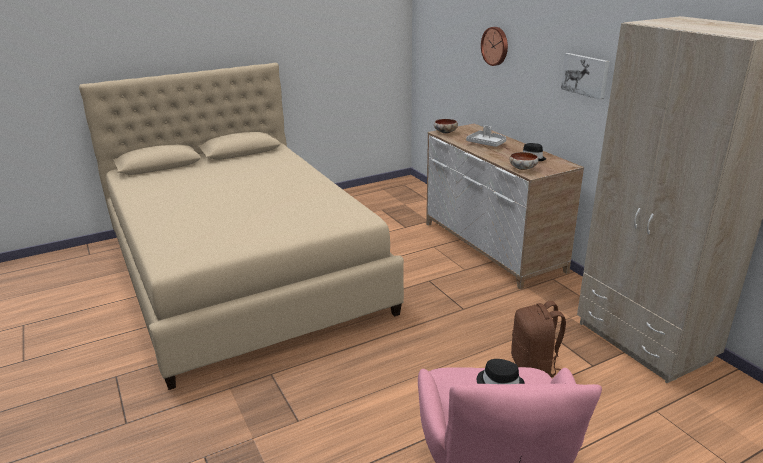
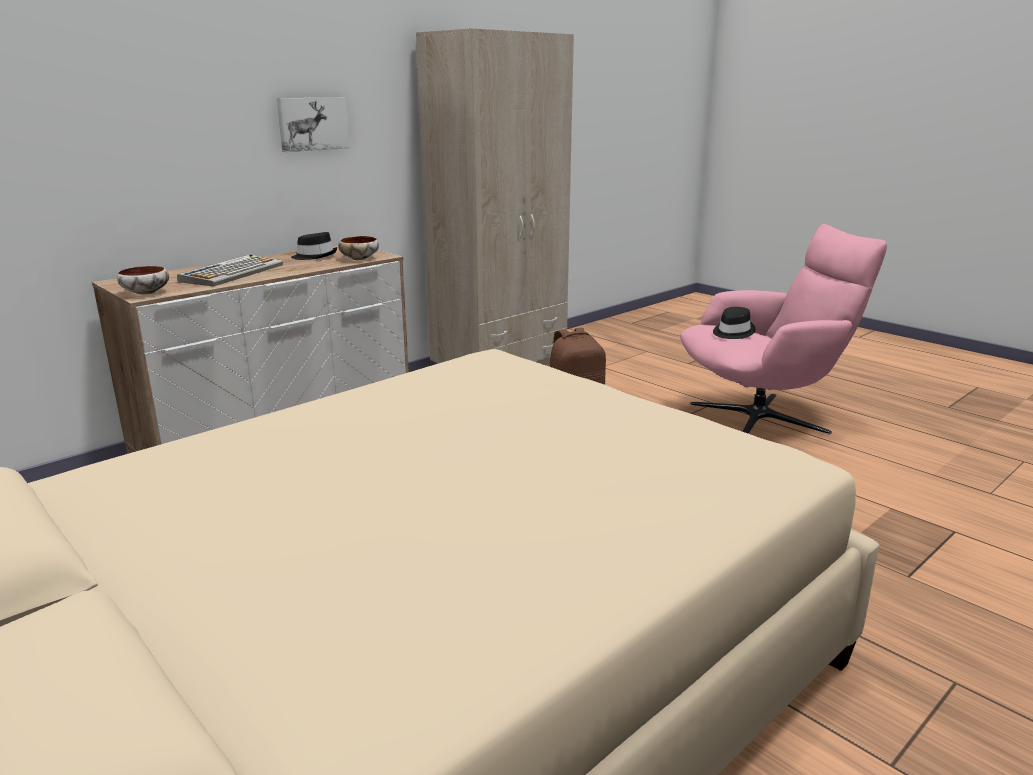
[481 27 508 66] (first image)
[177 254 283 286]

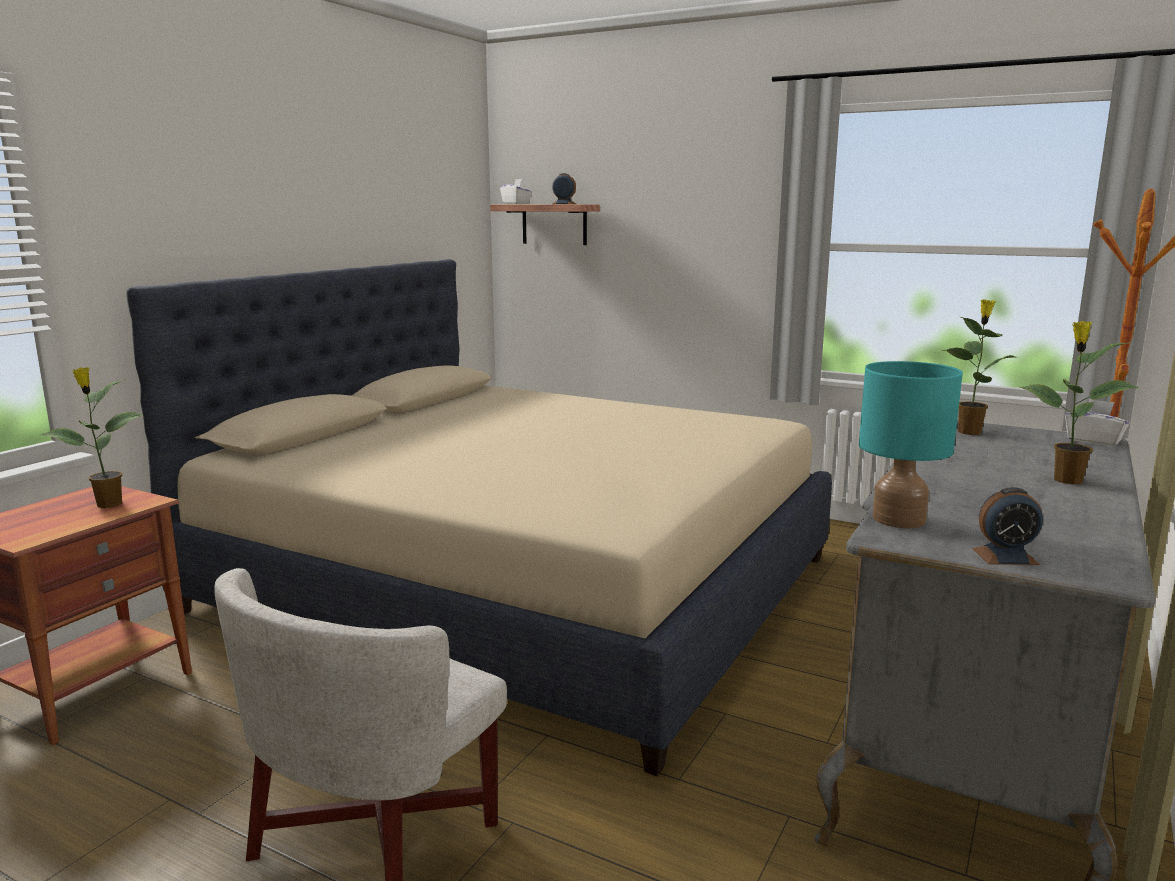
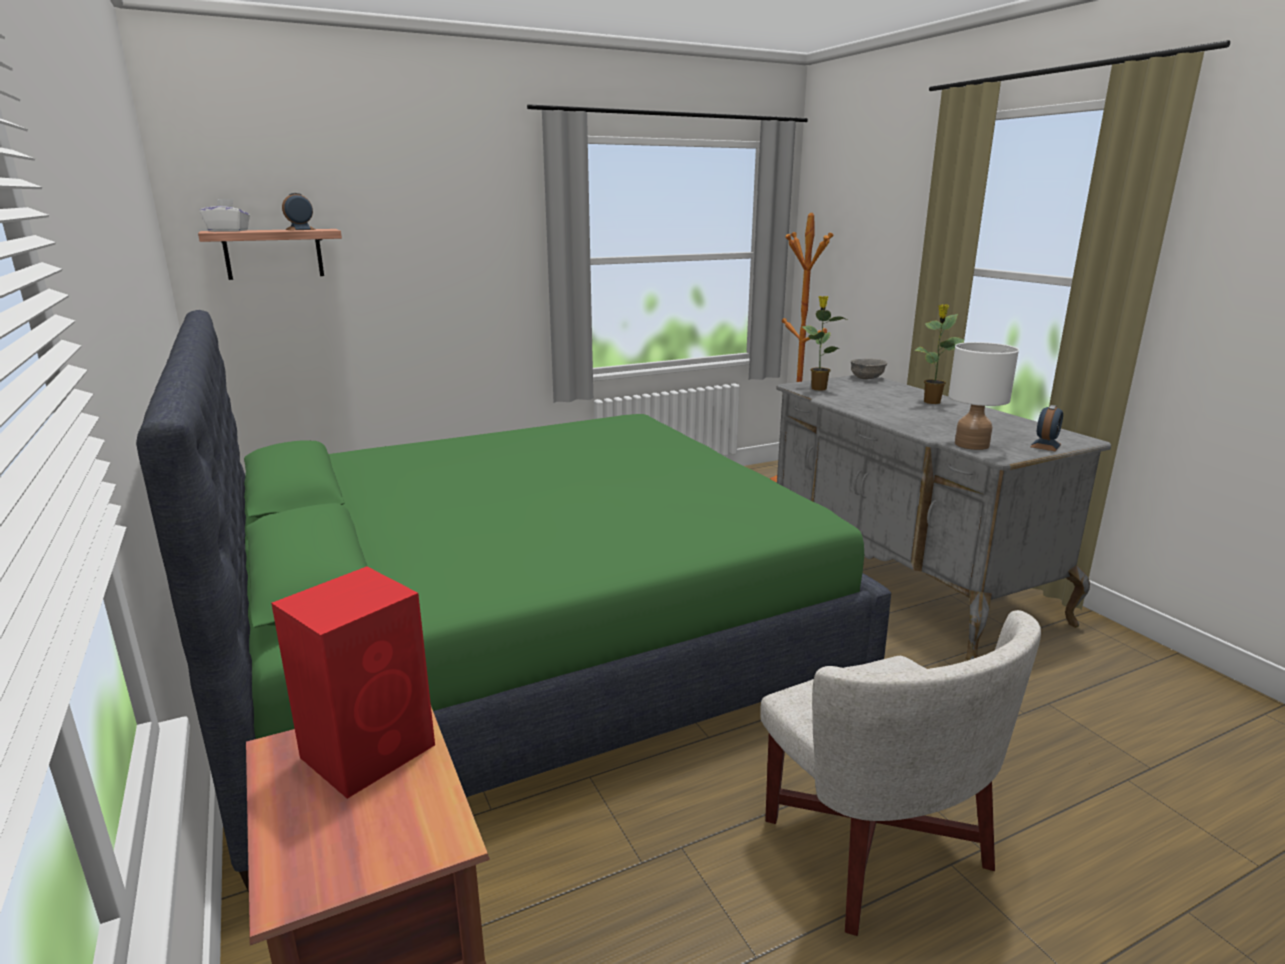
[136 310 891 893]
[948 342 1019 450]
[271 566 435 799]
[851 359 887 379]

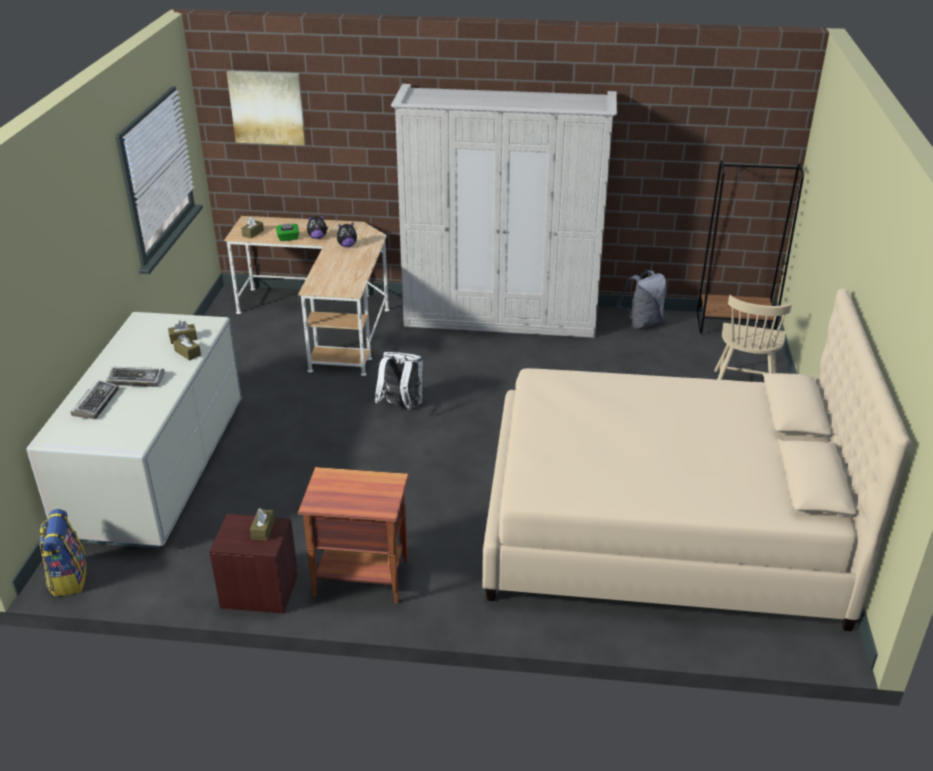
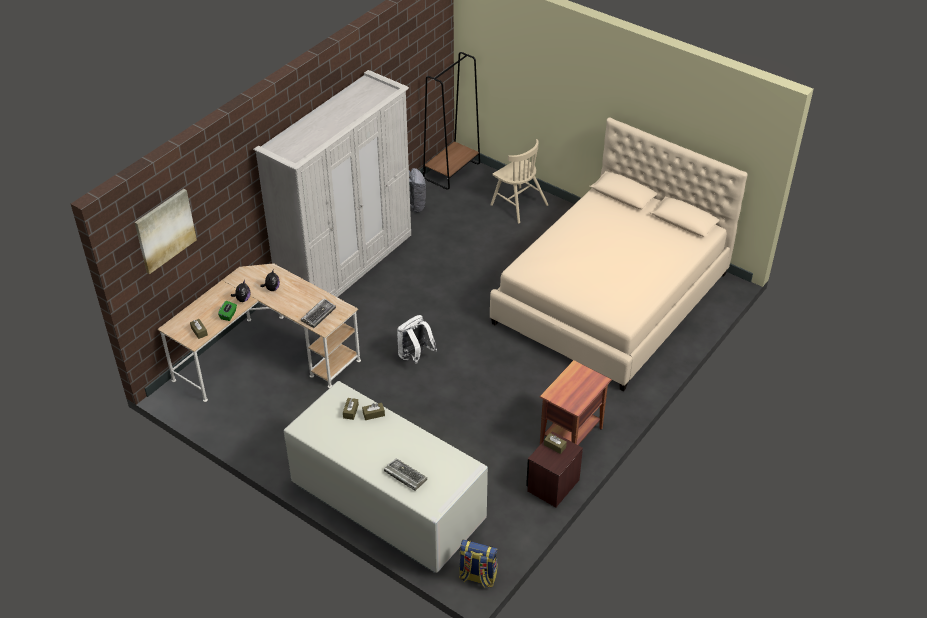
[301 299 336 328]

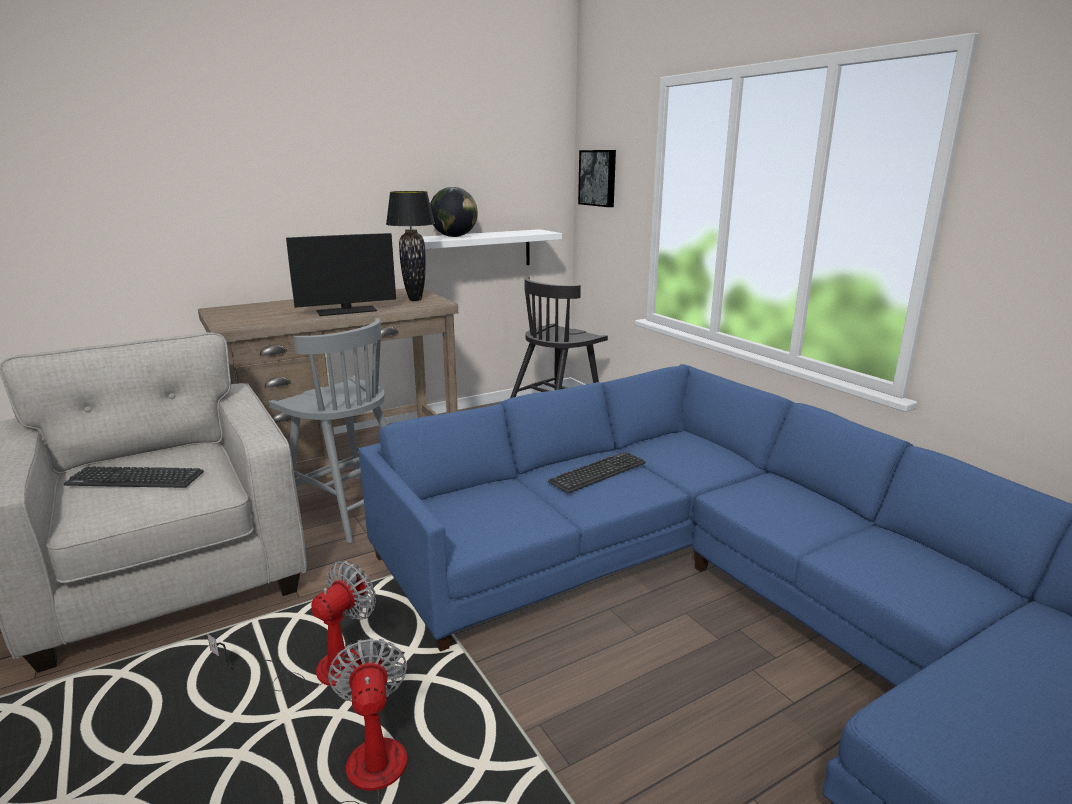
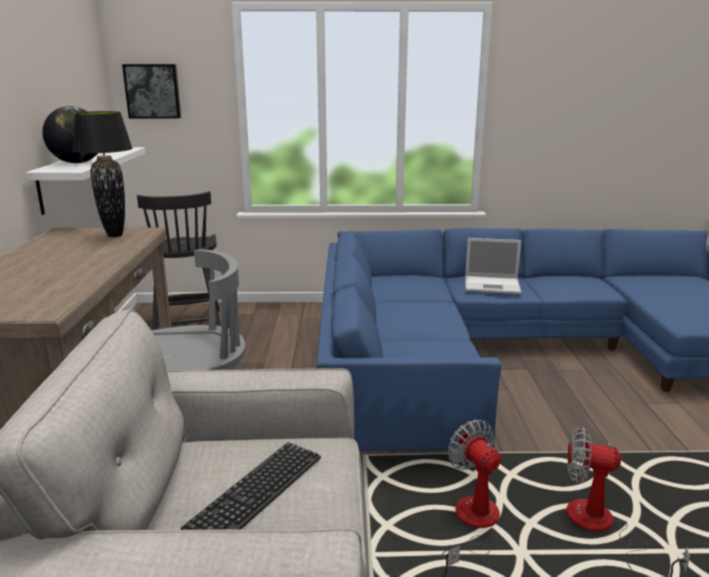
[286 233 396 316] (first image)
[548 452 646 493] (first image)
[465 238 521 294]

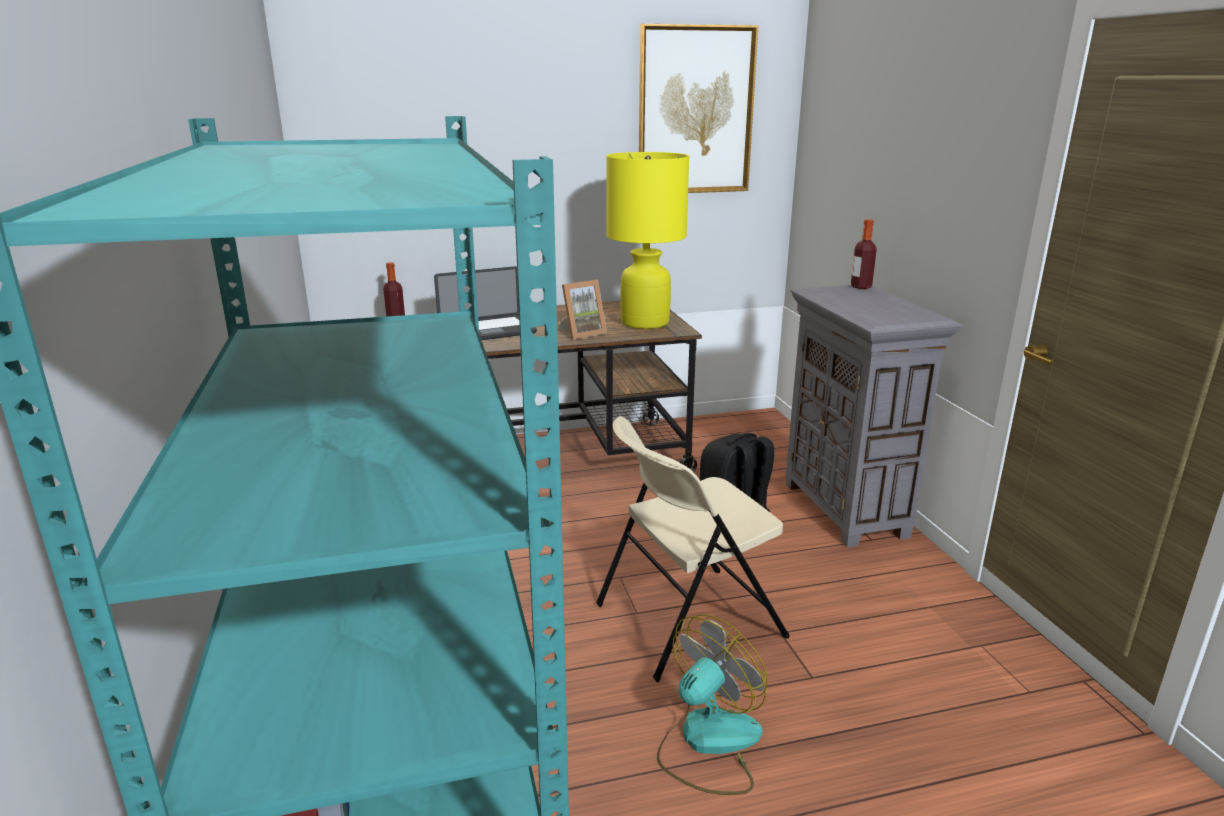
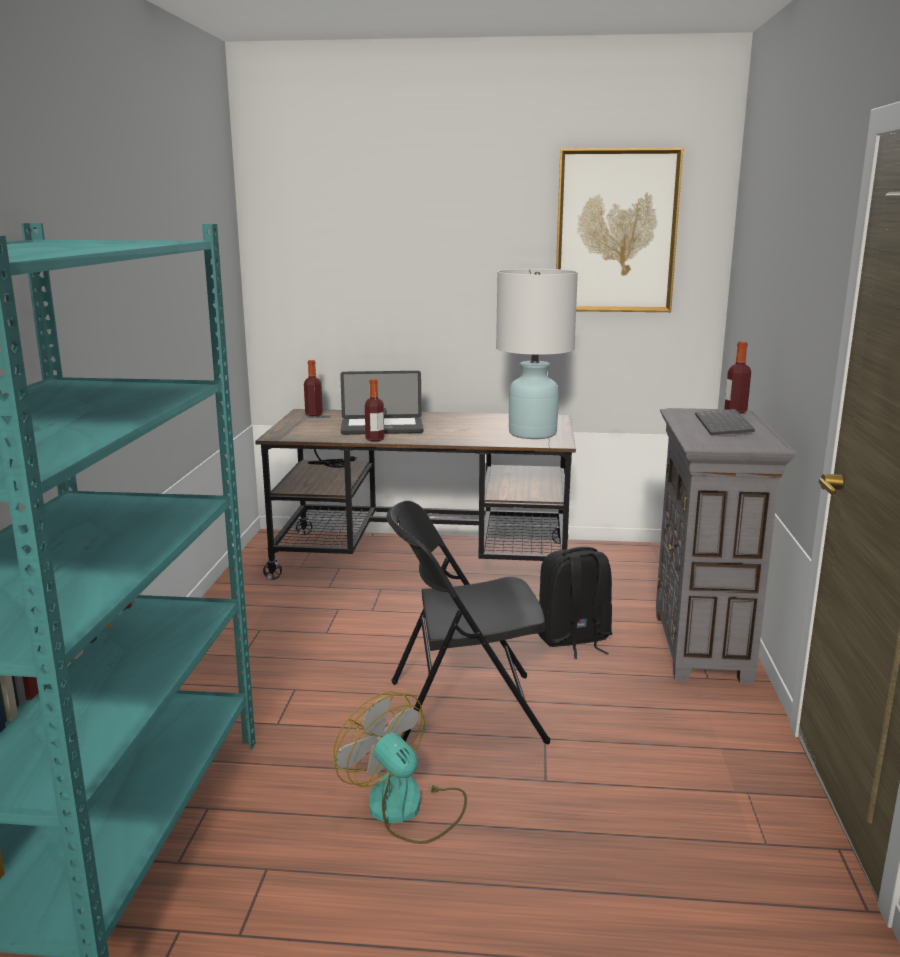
[496 269 578 439]
[558 280 607 340] (first image)
[386 501 550 744]
[333 692 467 844]
[365 379 384 441]
[695 409 755 435]

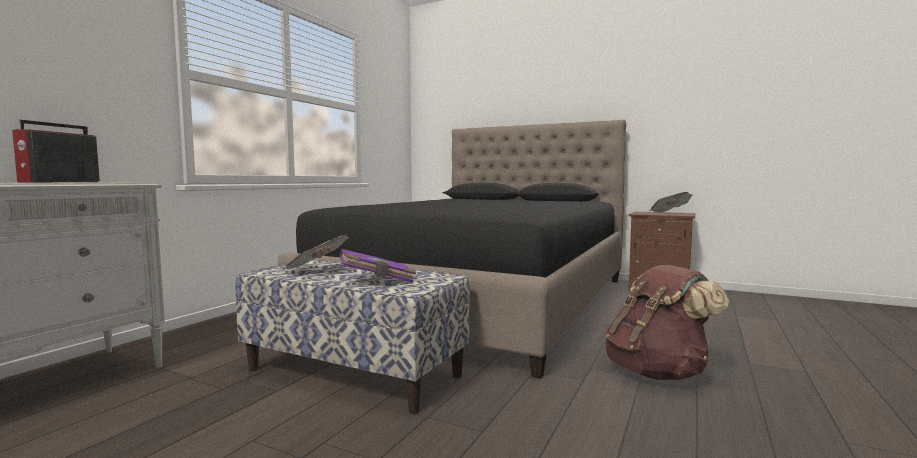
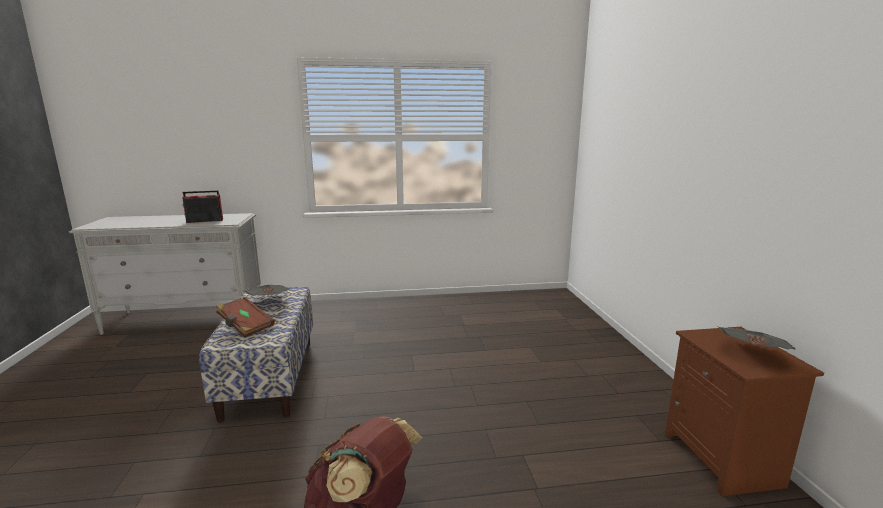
[278 120 626 379] (first image)
[216 297 275 337]

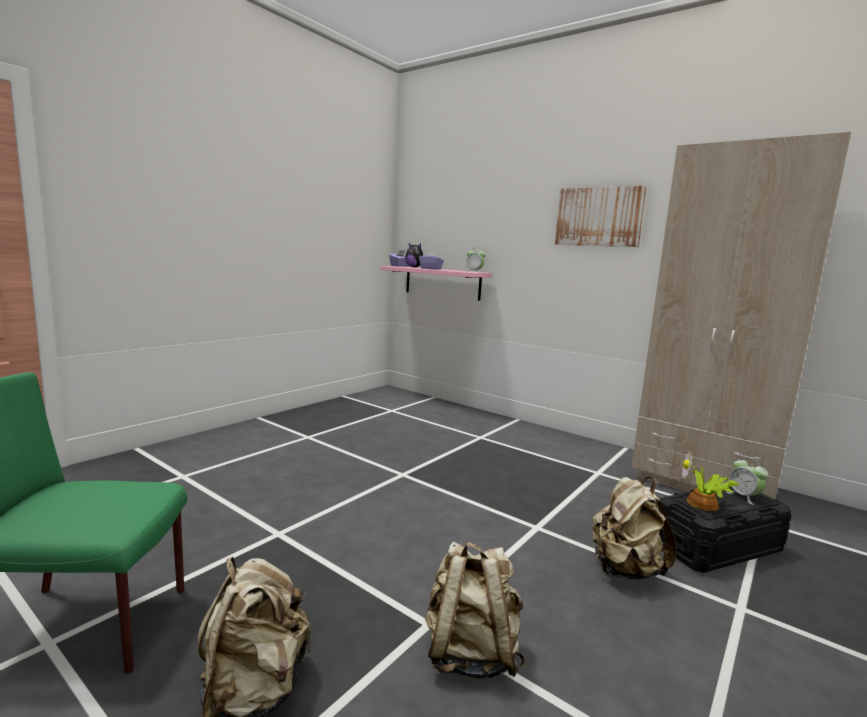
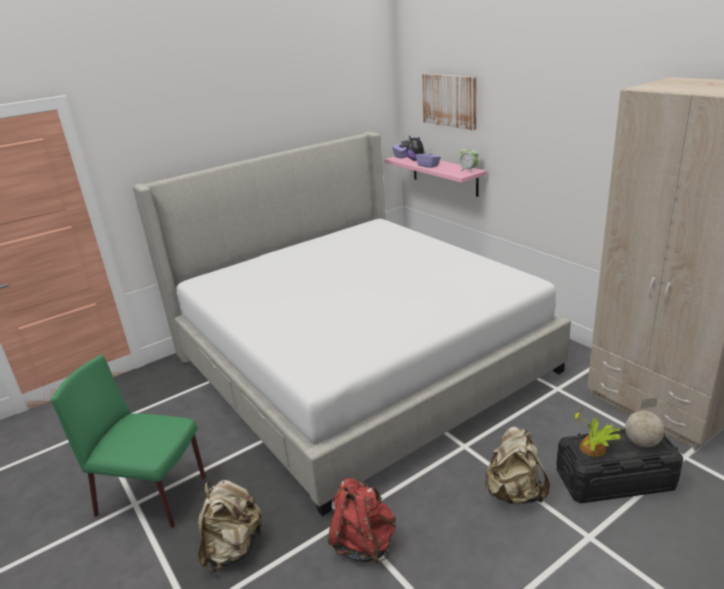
[422 73 476 130]
[625 397 665 447]
[328 478 396 564]
[133 132 571 516]

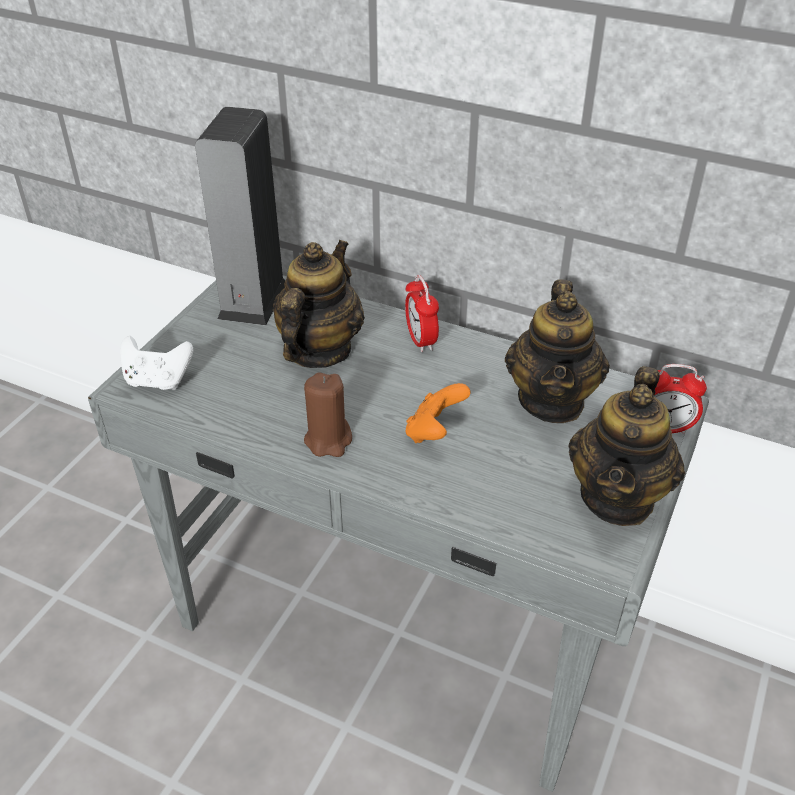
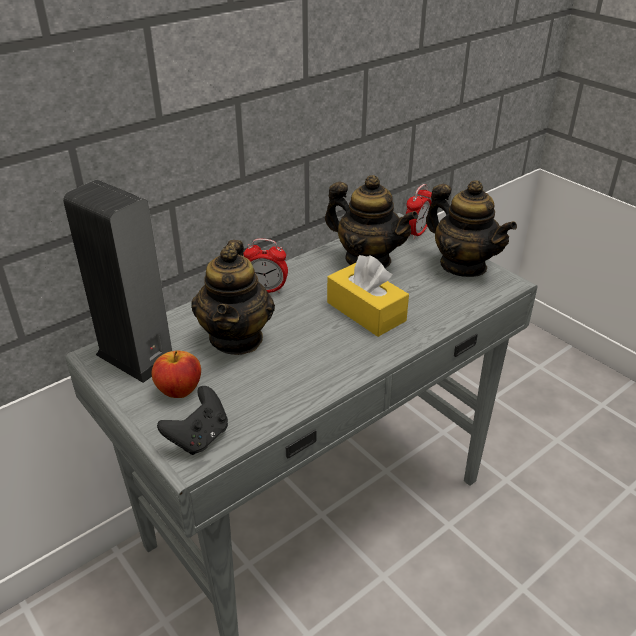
[191 240 275 355]
[157 386 228 455]
[304 372 352 457] (first image)
[327 255 409 337]
[152 350 201 398]

